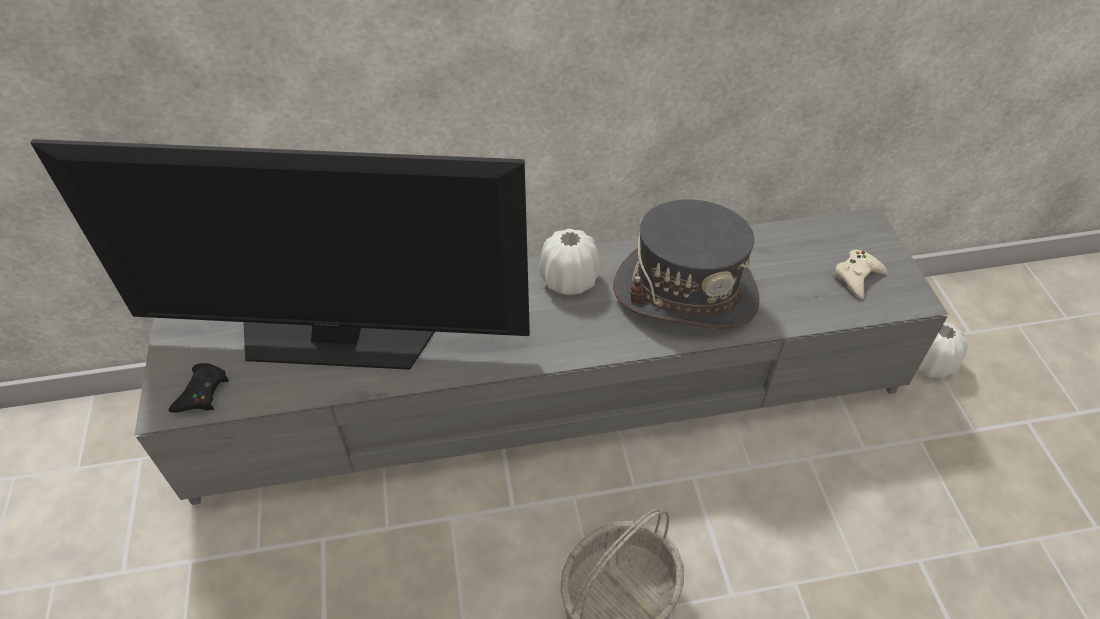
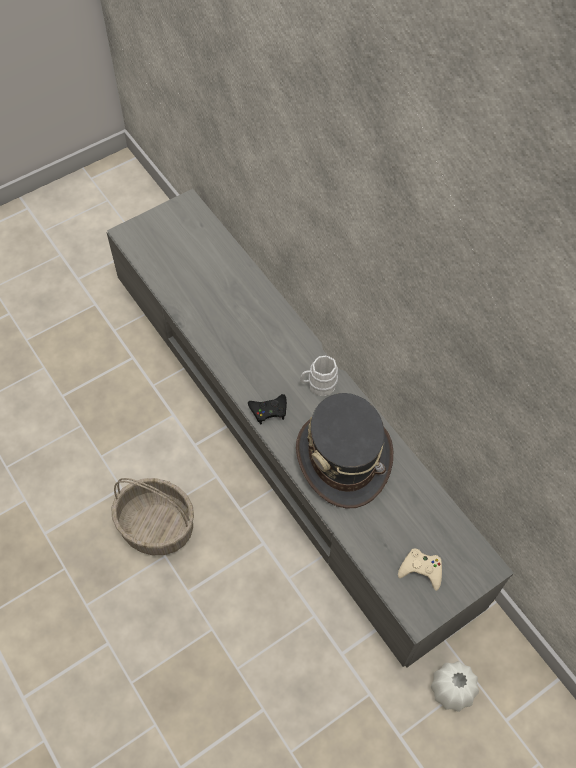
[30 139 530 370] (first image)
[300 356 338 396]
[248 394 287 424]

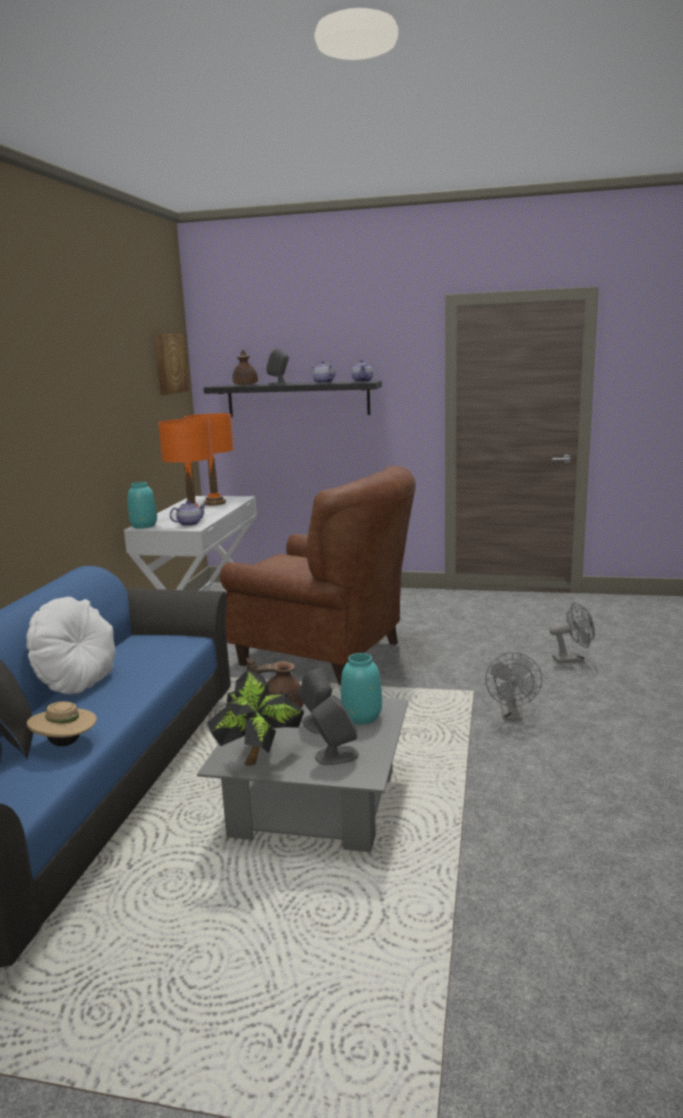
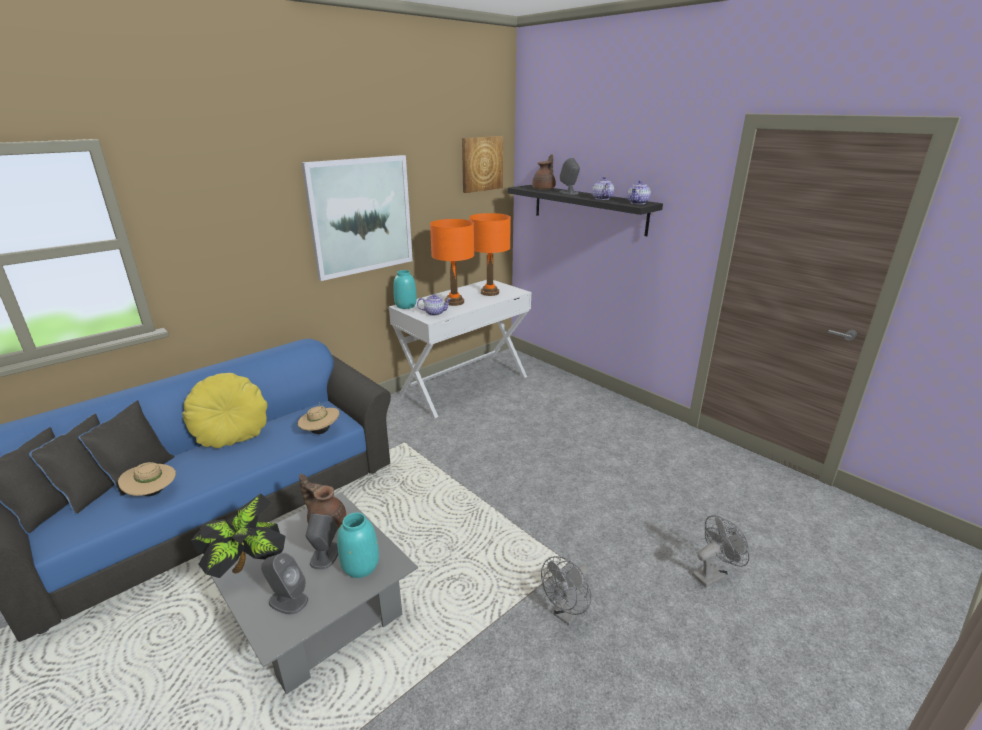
[220 466 416 686] (first image)
[182 373 268 448]
[692 515 749 588]
[301 155 413 281]
[298 402 339 434]

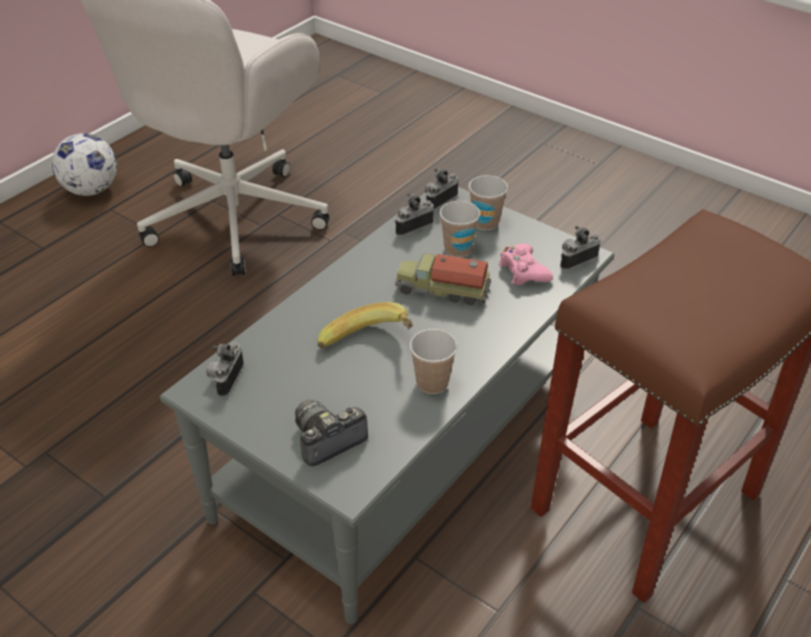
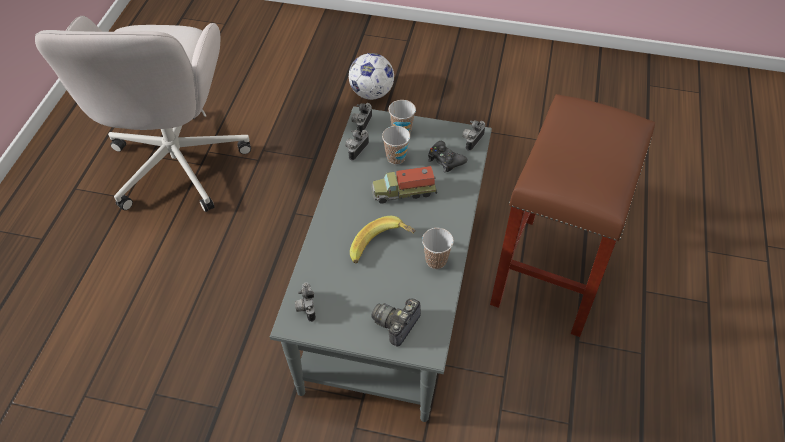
[349 53 394 100]
[428 141 467 172]

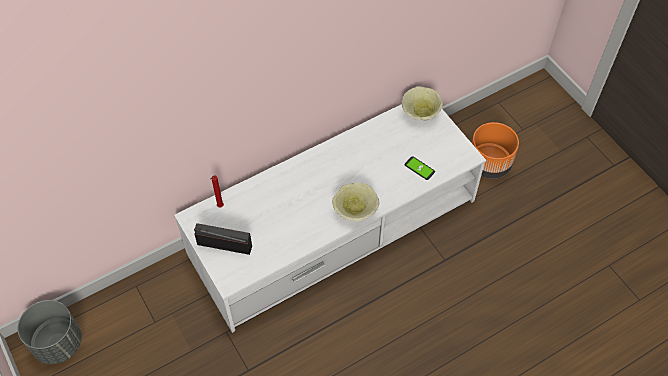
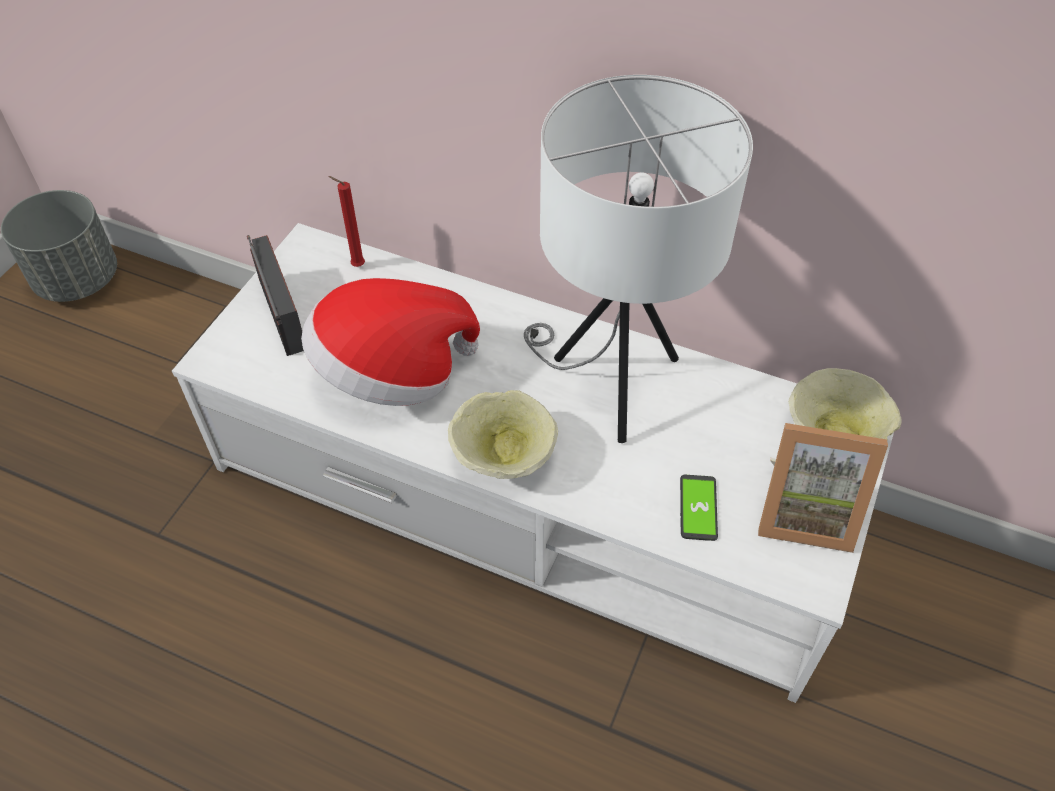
[472 122 519 179] (first image)
[524 75 753 443]
[301 278 480 406]
[758 423 888 553]

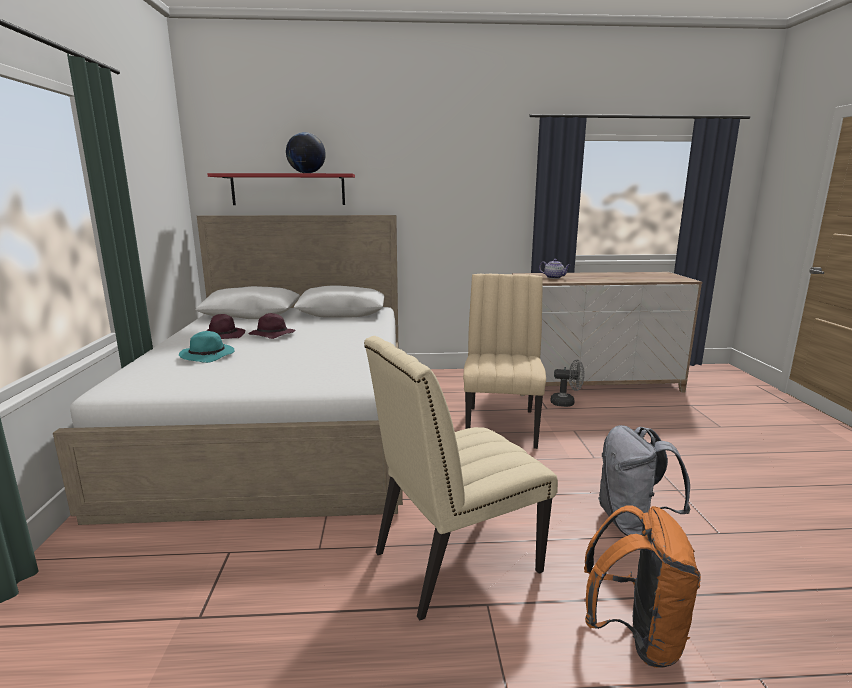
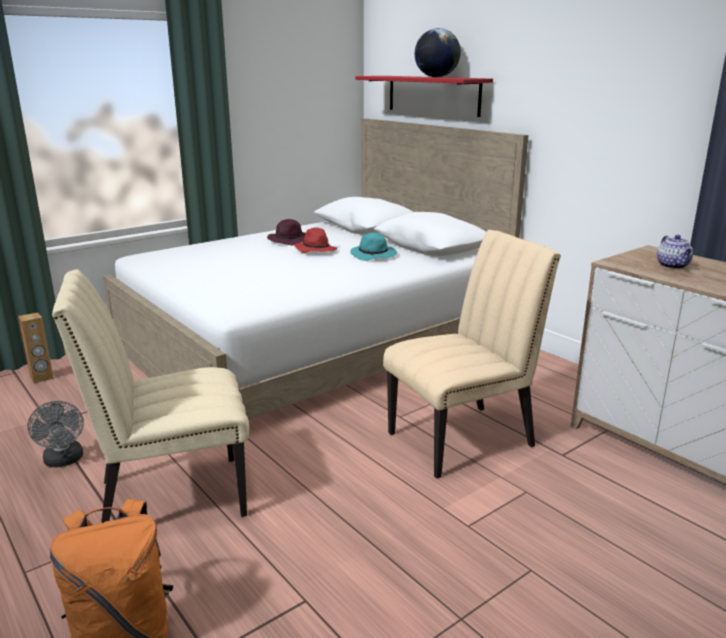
[294 227 337 253]
[350 232 397 261]
[52 269 249 523]
[27 401 84 467]
[598 425 691 536] (first image)
[18 312 54 384]

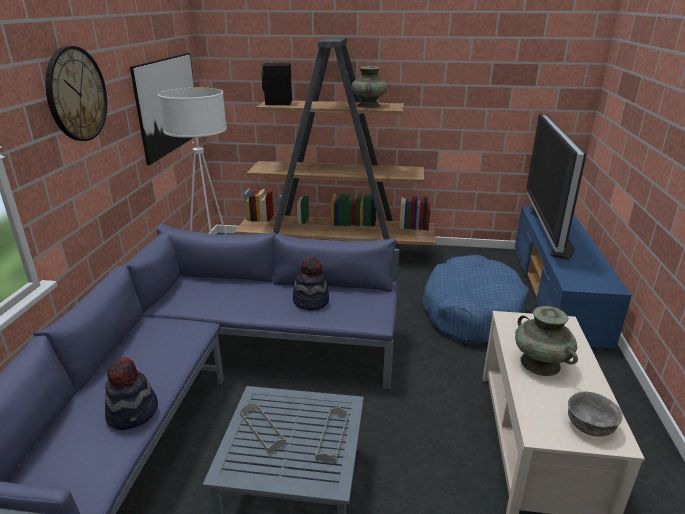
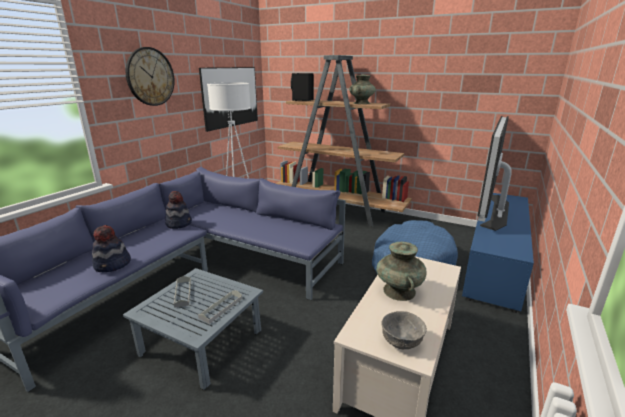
[165 191 192 229]

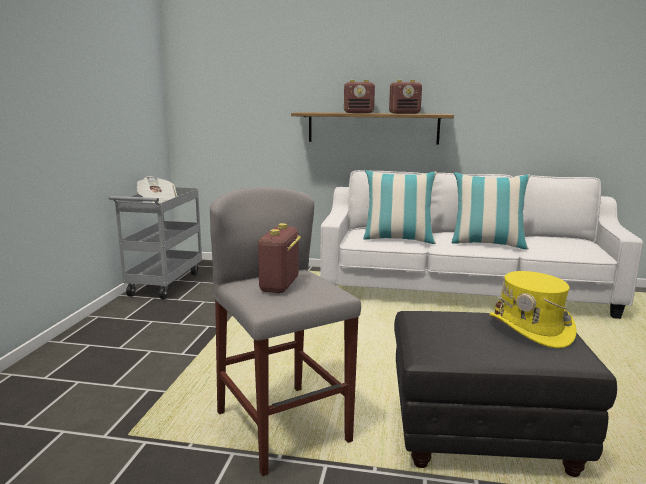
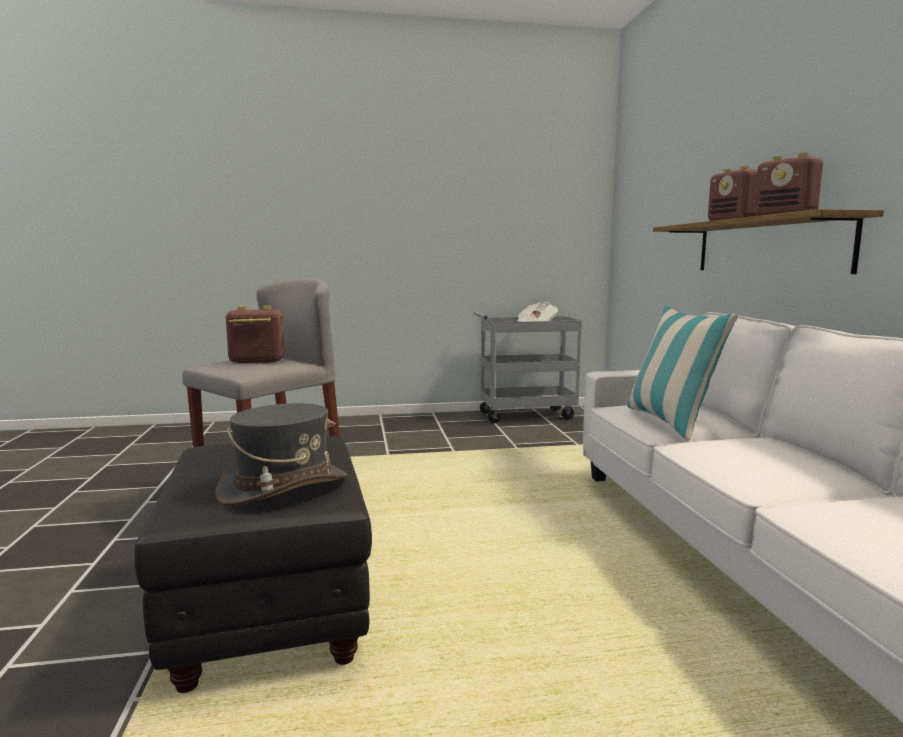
[452 173 530 250] (first image)
[215 403 348 506]

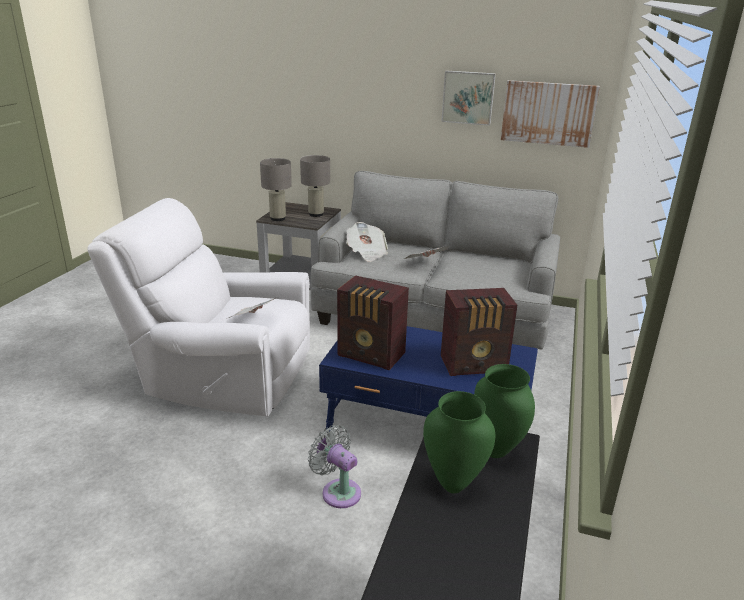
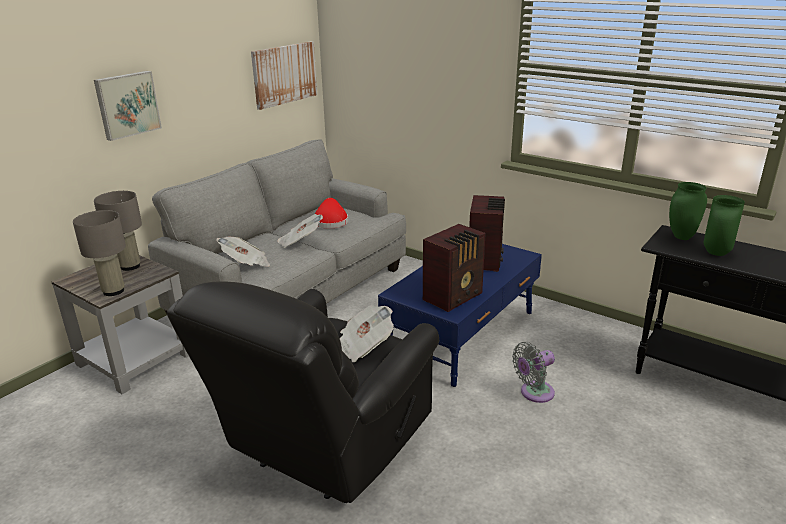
[94 71 162 141]
[167 281 439 503]
[315 198 348 229]

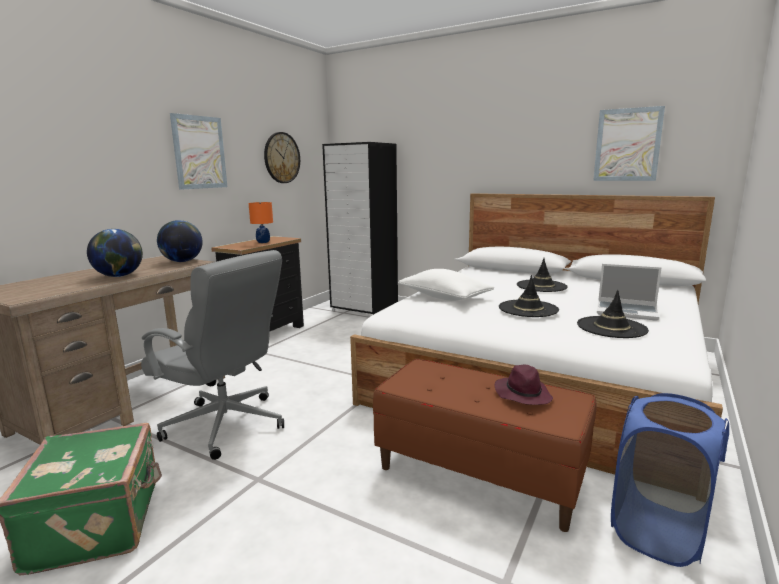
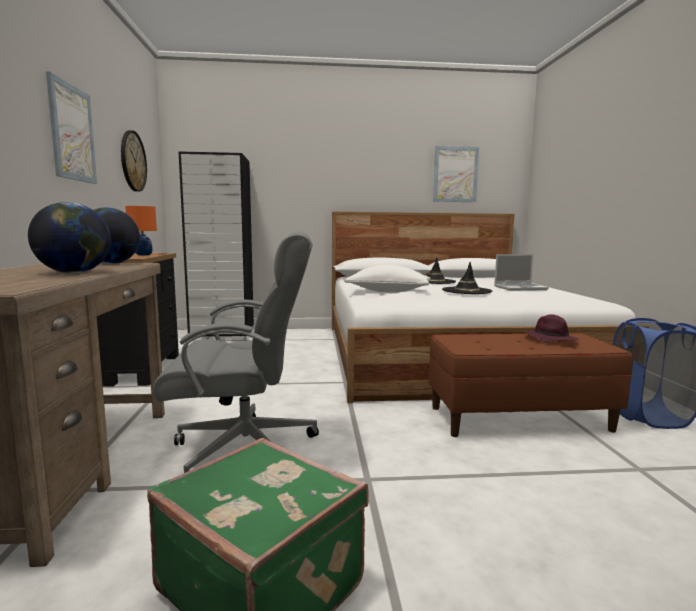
[577 290 649 338] (first image)

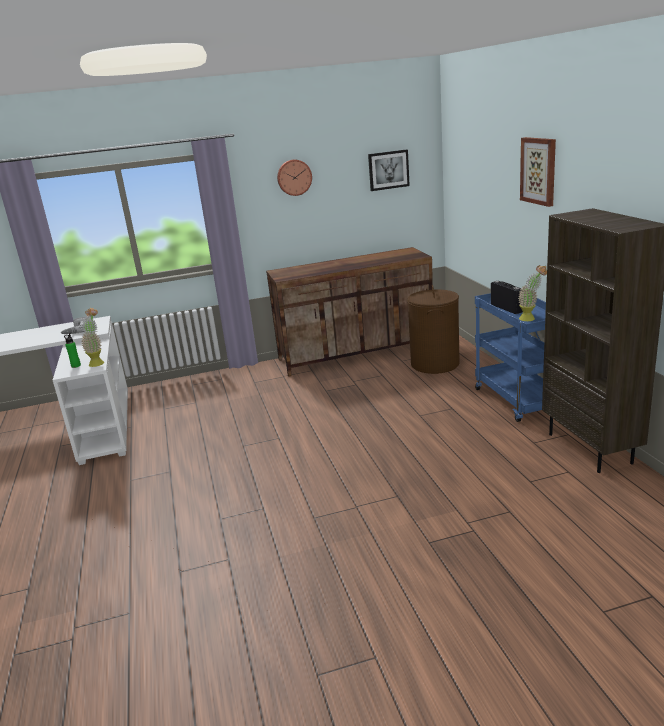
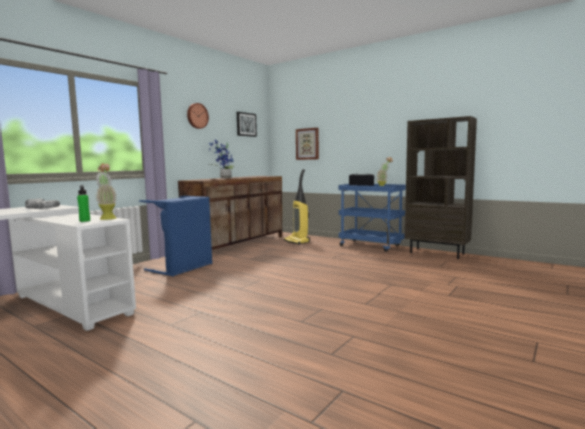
[296 128 319 160]
[284 169 310 245]
[208 140 234 178]
[139 196 212 277]

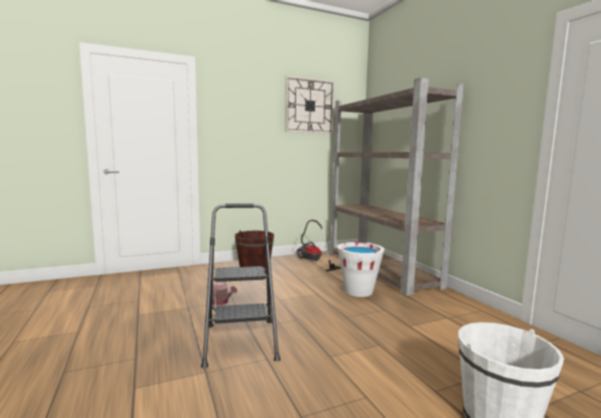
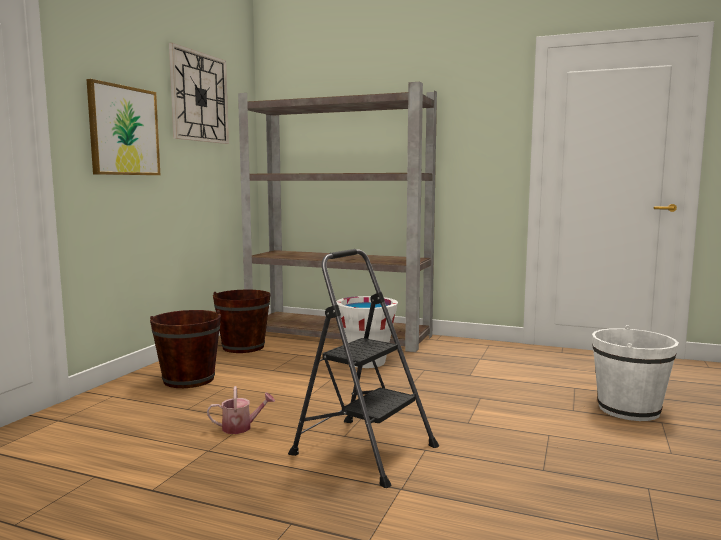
[213 290 270 353]
[86 79 160 175]

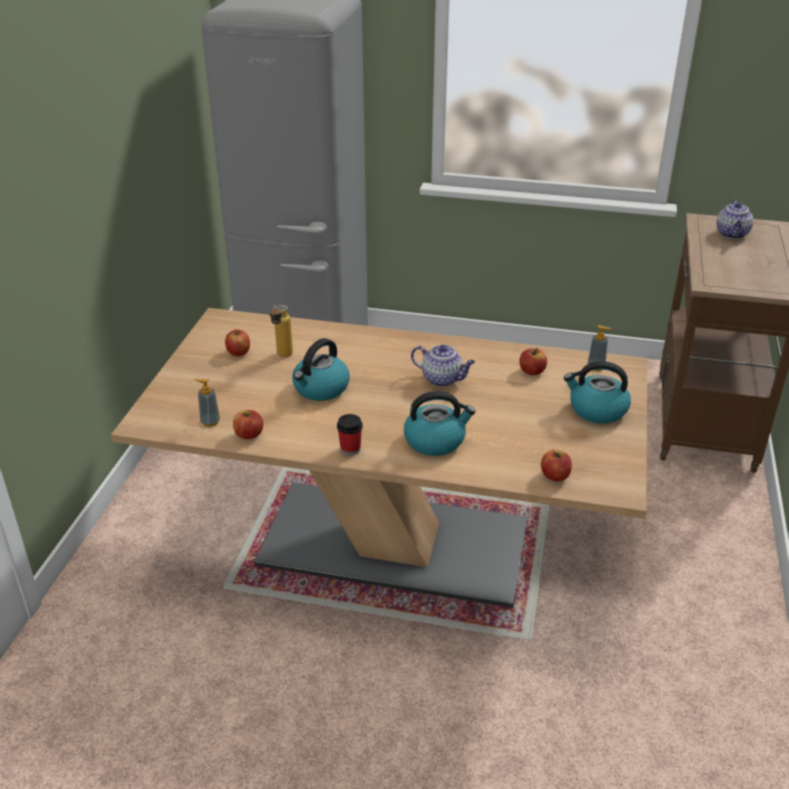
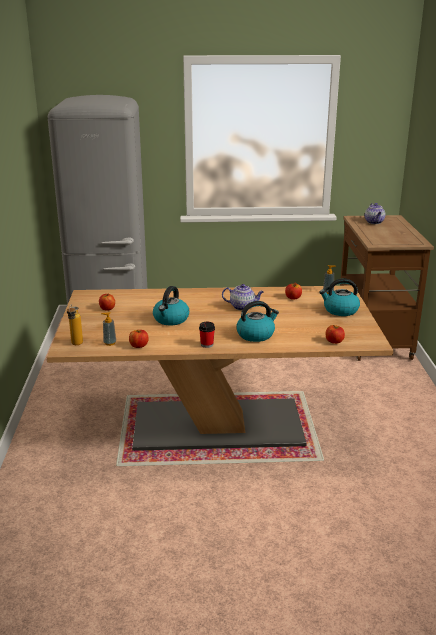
[67 304 83 345]

